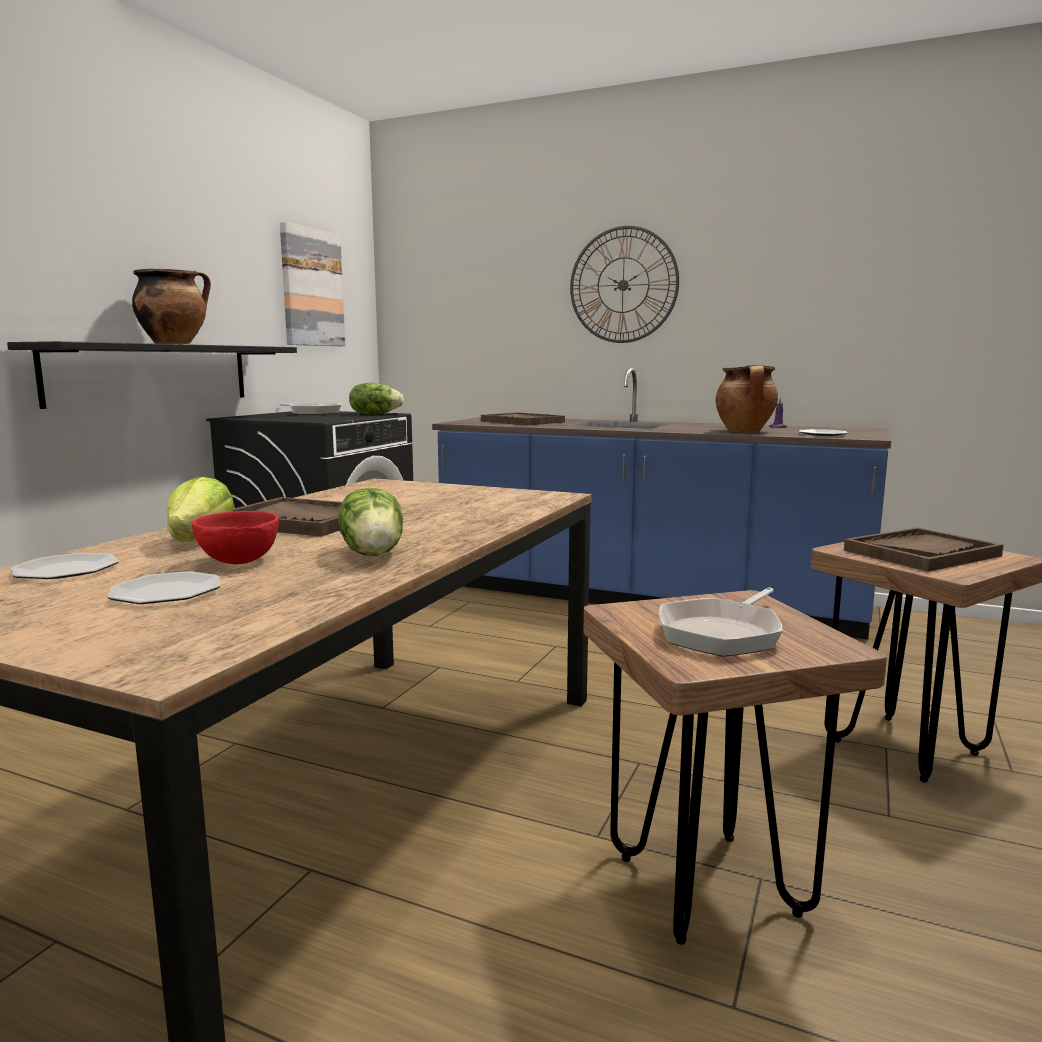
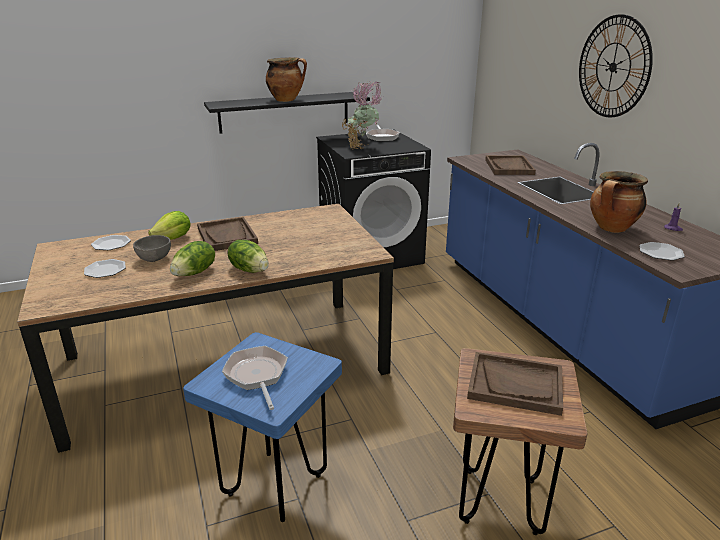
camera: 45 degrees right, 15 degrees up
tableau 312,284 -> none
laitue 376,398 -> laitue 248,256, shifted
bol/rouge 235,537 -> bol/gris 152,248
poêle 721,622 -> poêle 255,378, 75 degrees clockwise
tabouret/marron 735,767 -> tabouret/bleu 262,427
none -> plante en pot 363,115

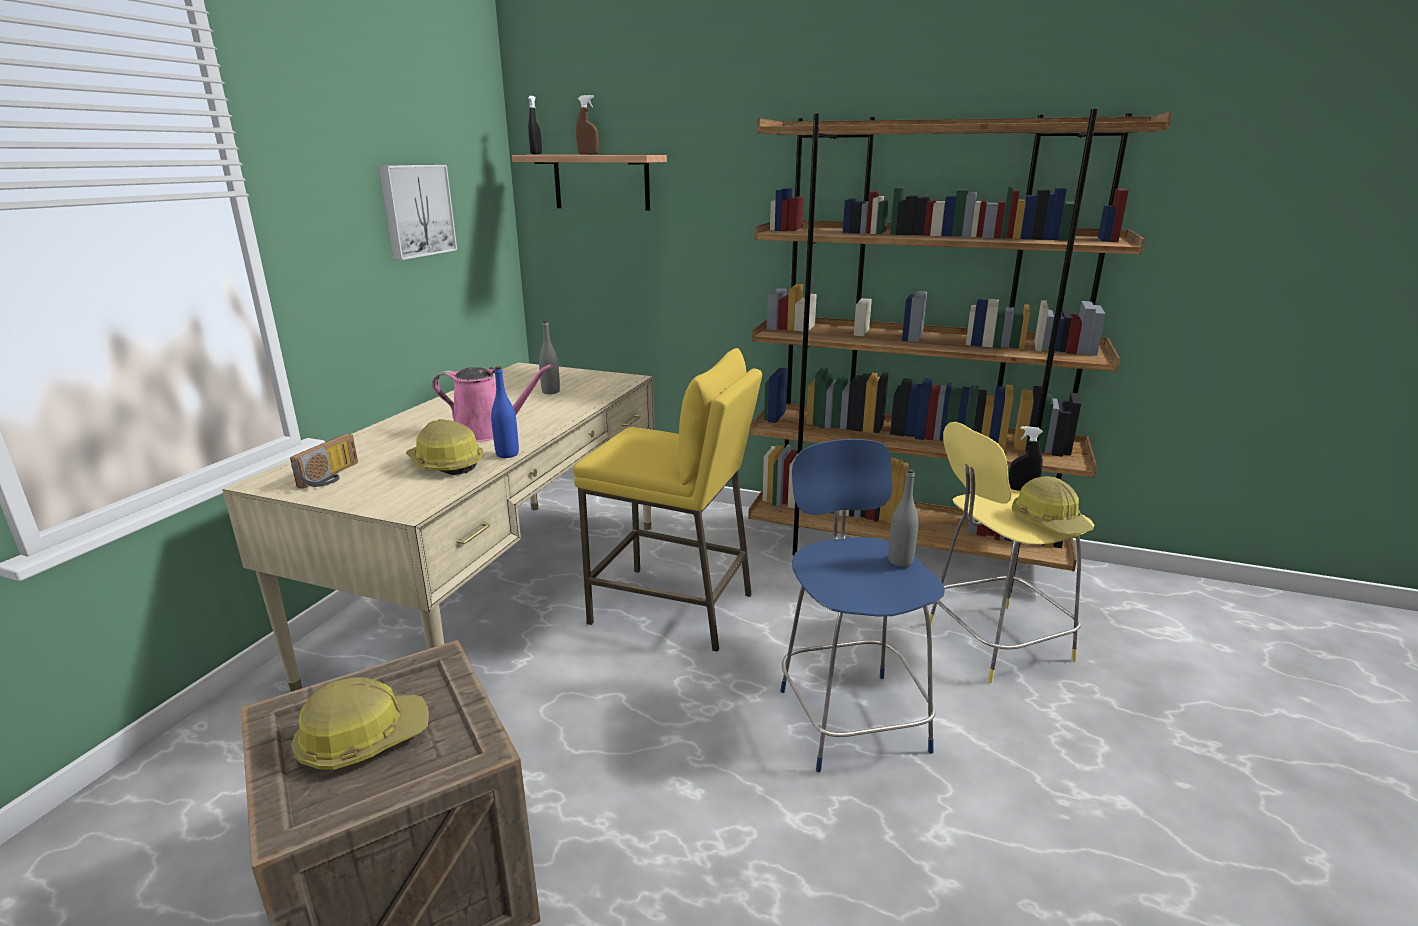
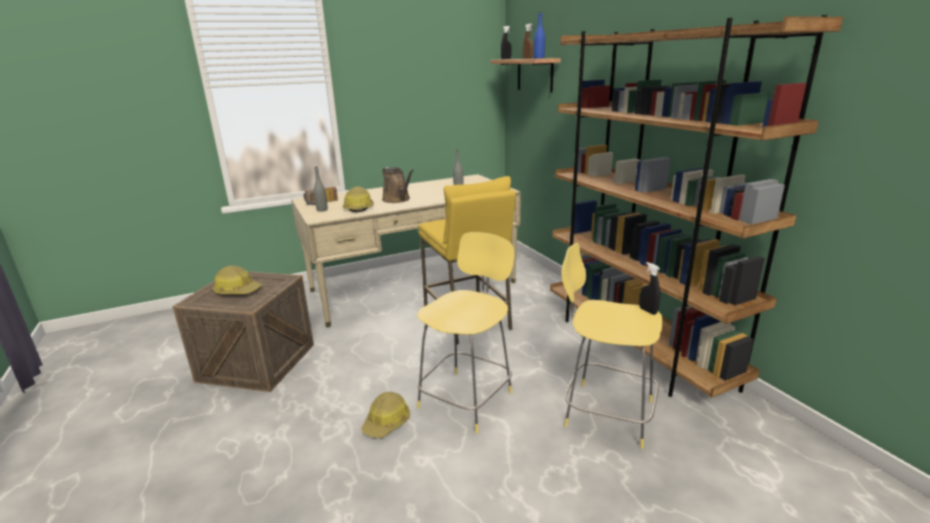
camera: 45 degrees right, 0 degrees up
tableau 418,212 -> none
arrosoir/rose 492,403 -> arrosoir/marron 398,185
bouteille/bleu 505,412 -> bouteille/bleu 539,35, shifted
tabouret/bleu 862,605 -> tabouret/jaune 465,332
bouteille/gris 903,518 -> bouteille/gris 321,189, shifted
casque de chantier 1052,505 -> casque de chantier 385,415, shifted

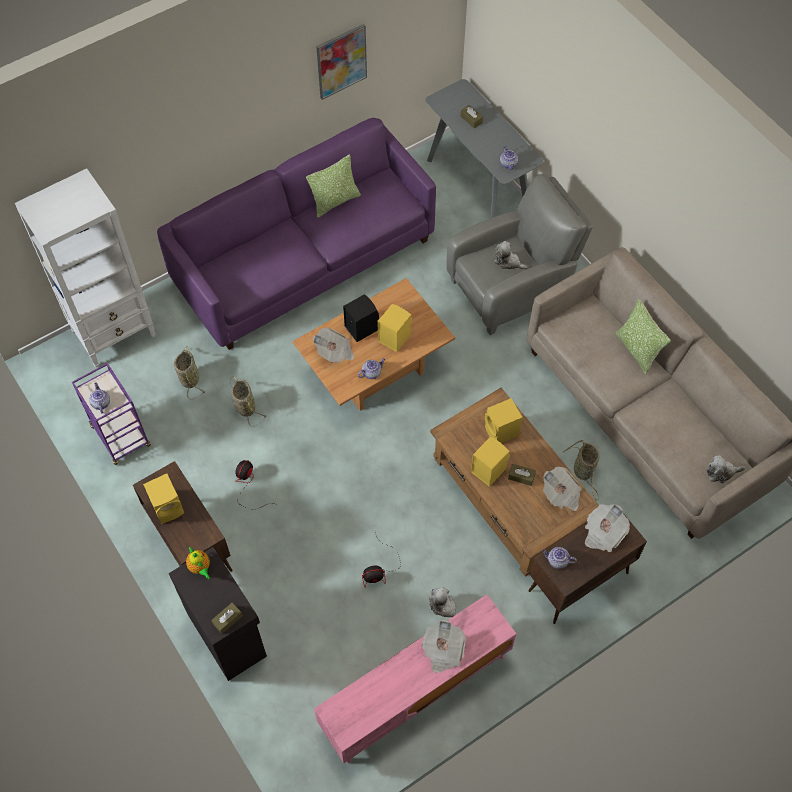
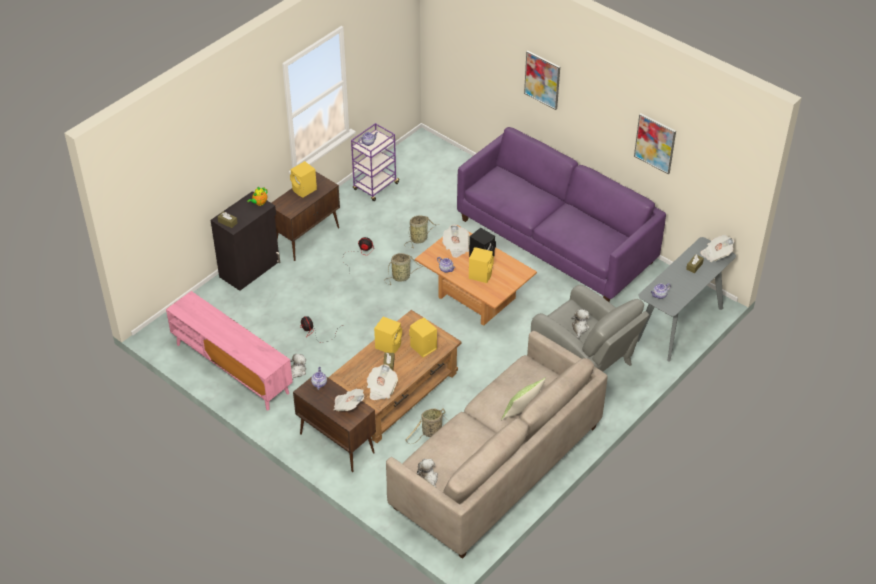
camera: 75 degrees right, 15 degrees down
coussin 333,186 -> none
bibliothèque/blanc 85,268 -> none
panier 190,373 -> panier 403,269, shifted
journal 443,646 -> journal 717,248, shifted
none -> tableau 542,80

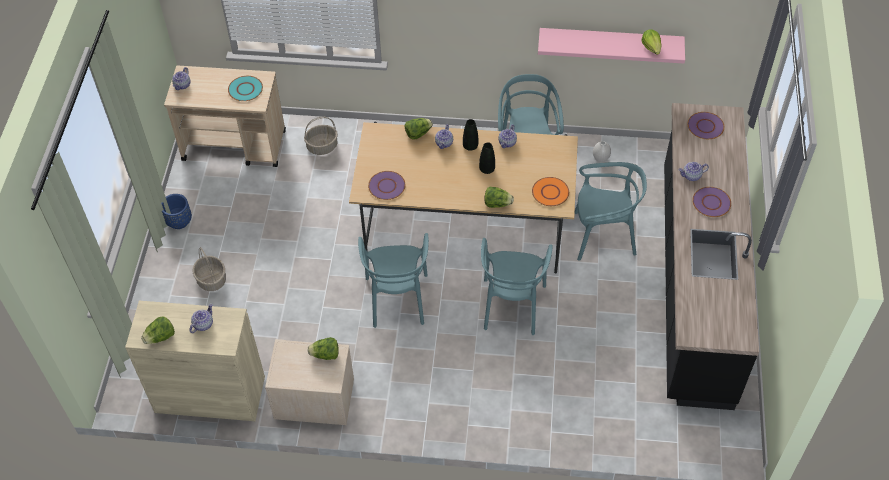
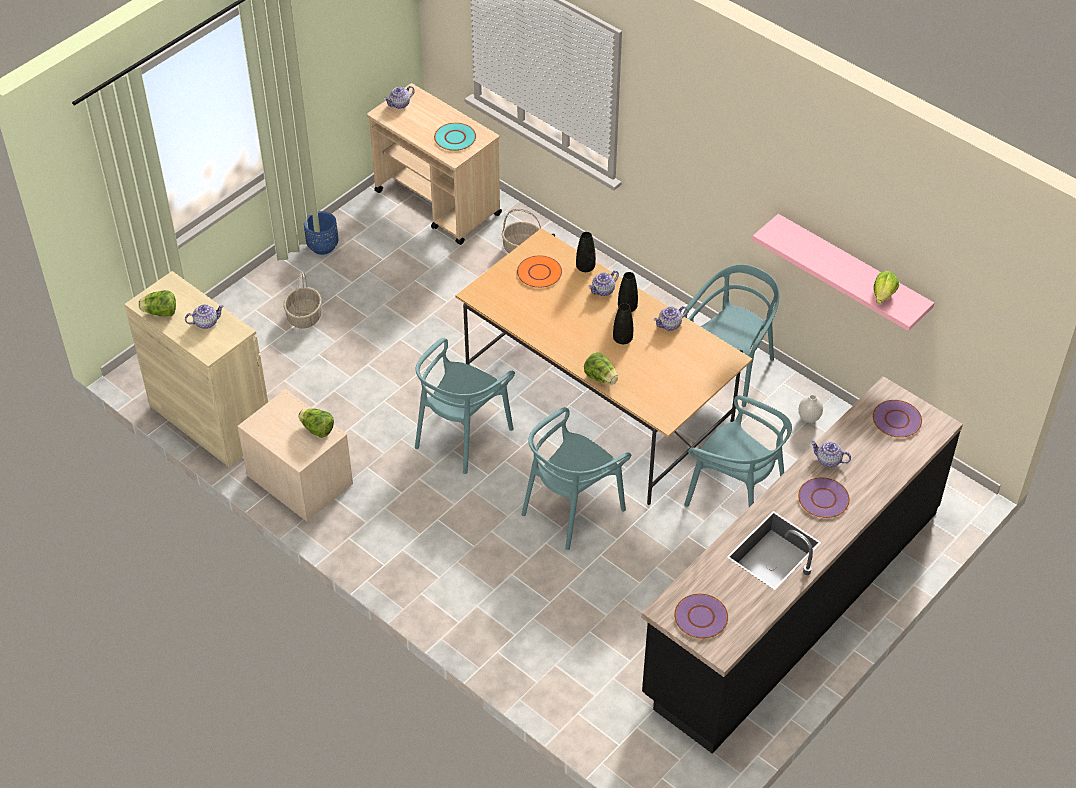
camera: 35 degrees right, 5 degrees down
laitue 419,129 -> vase/noir 586,252
assiette/violet 386,185 -> assiette/violet 701,616, shifted
assiette/orange 550,191 -> assiette/orange 539,271, shifted

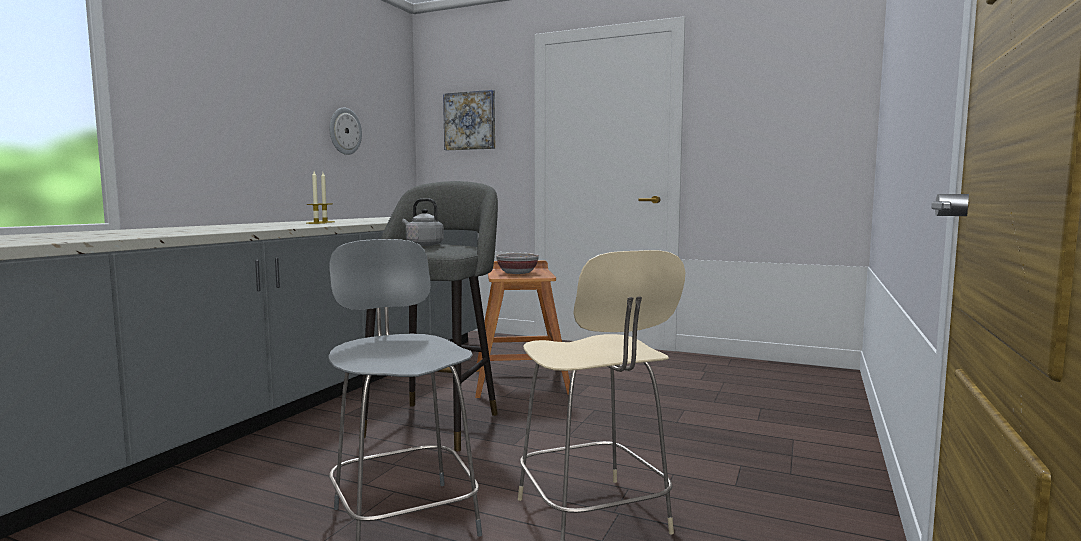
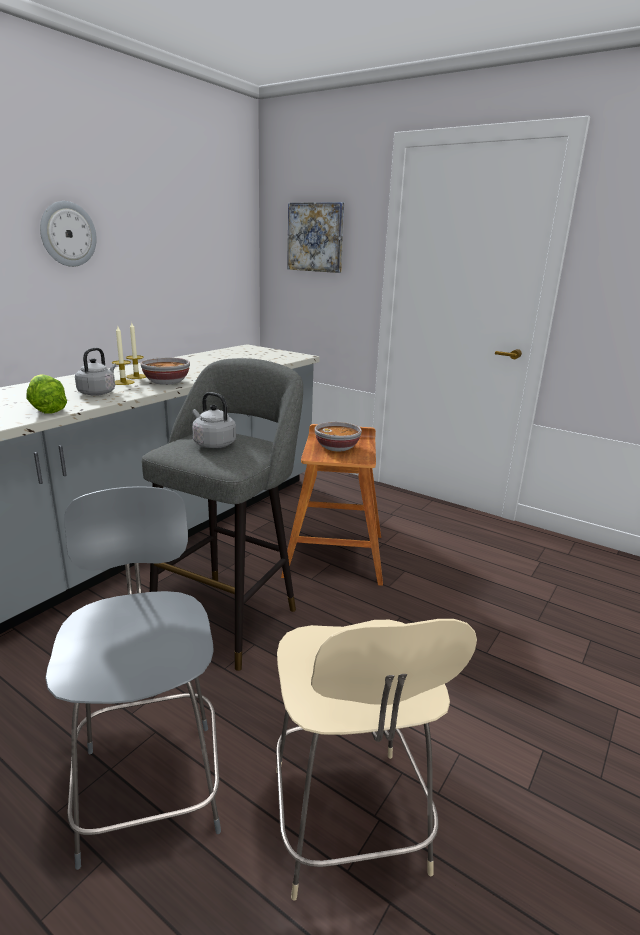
camera: 10 degrees right, 15 degrees up
horloge murale 345,131 -> horloge murale 68,234, shifted
none -> bouilloire/gris 95,372
none -> bol 165,371
none -> laitue 46,394

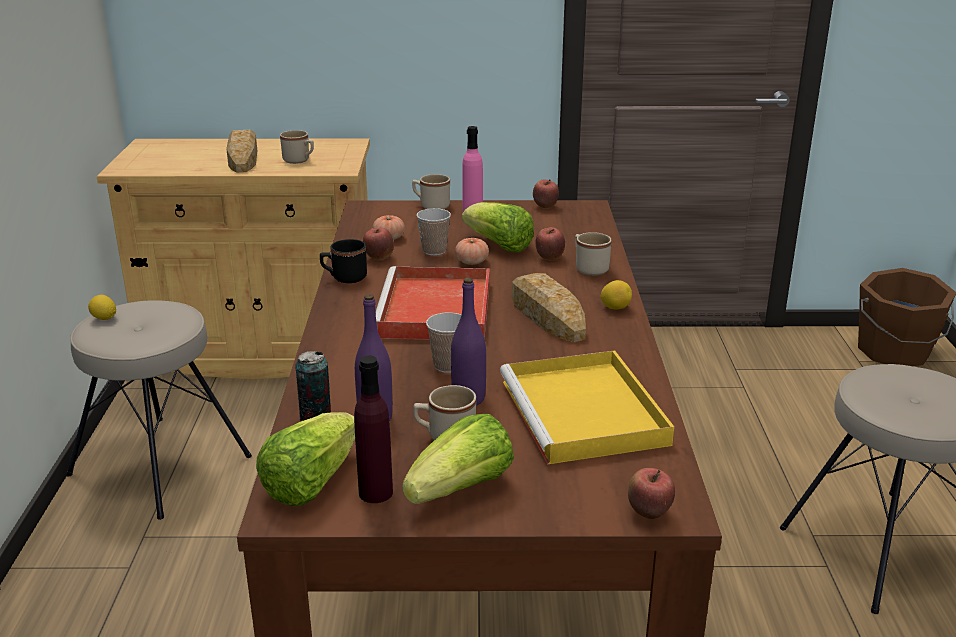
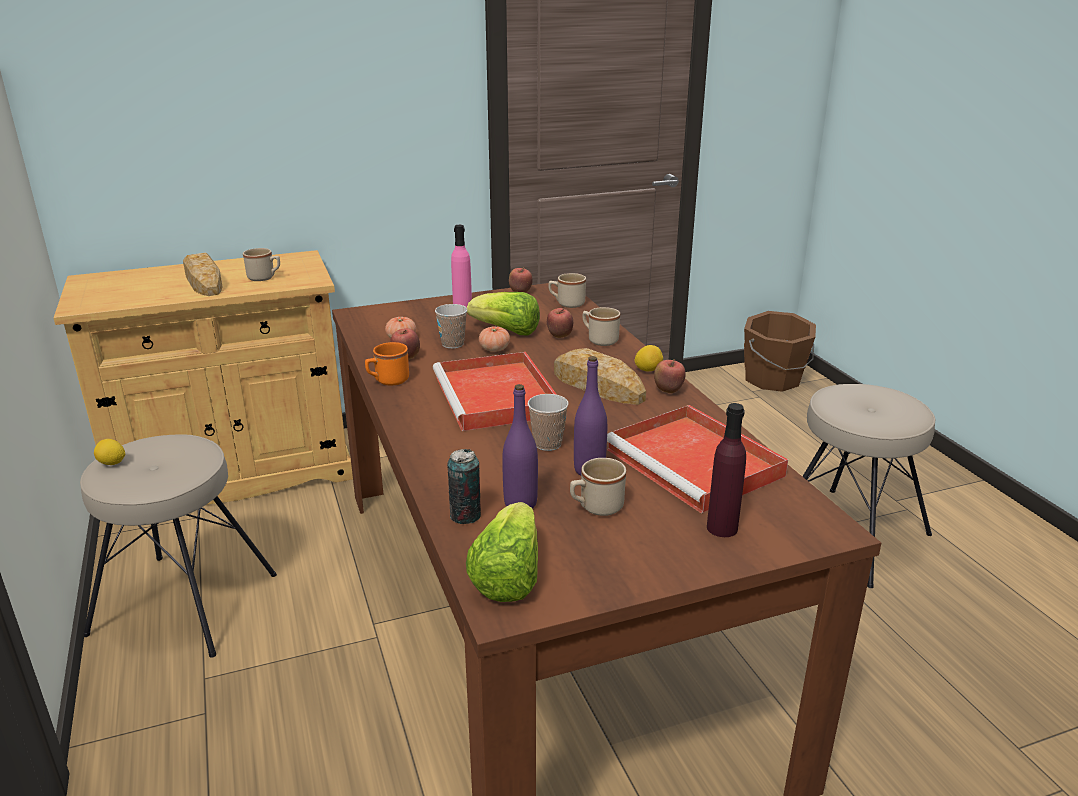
camera: 20 degrees left, 0 degrees up
mug/beige 431,191 -> mug/beige 567,290, shifted
mug/noir 343,261 -> mug/orange 387,363
plateau/jaune 587,407 -> plateau/rouge 697,459
bouteille/violet 373,429 -> bouteille/violet 726,470, shifted
laitue 458,459 -> none
pomme 651,493 -> pomme 670,376, shifted

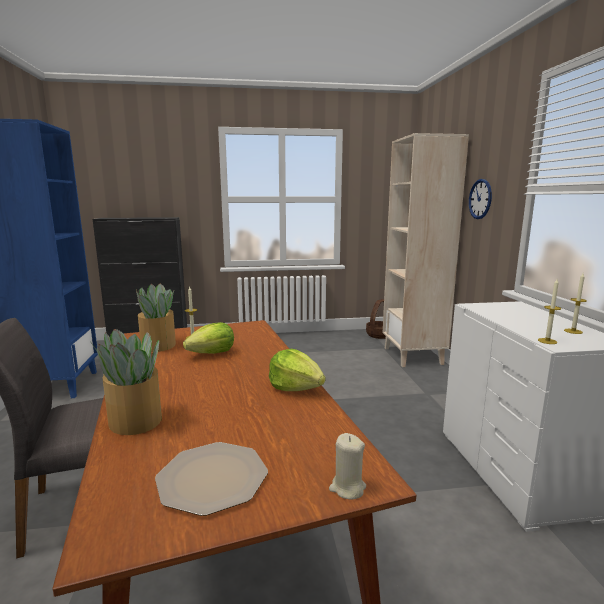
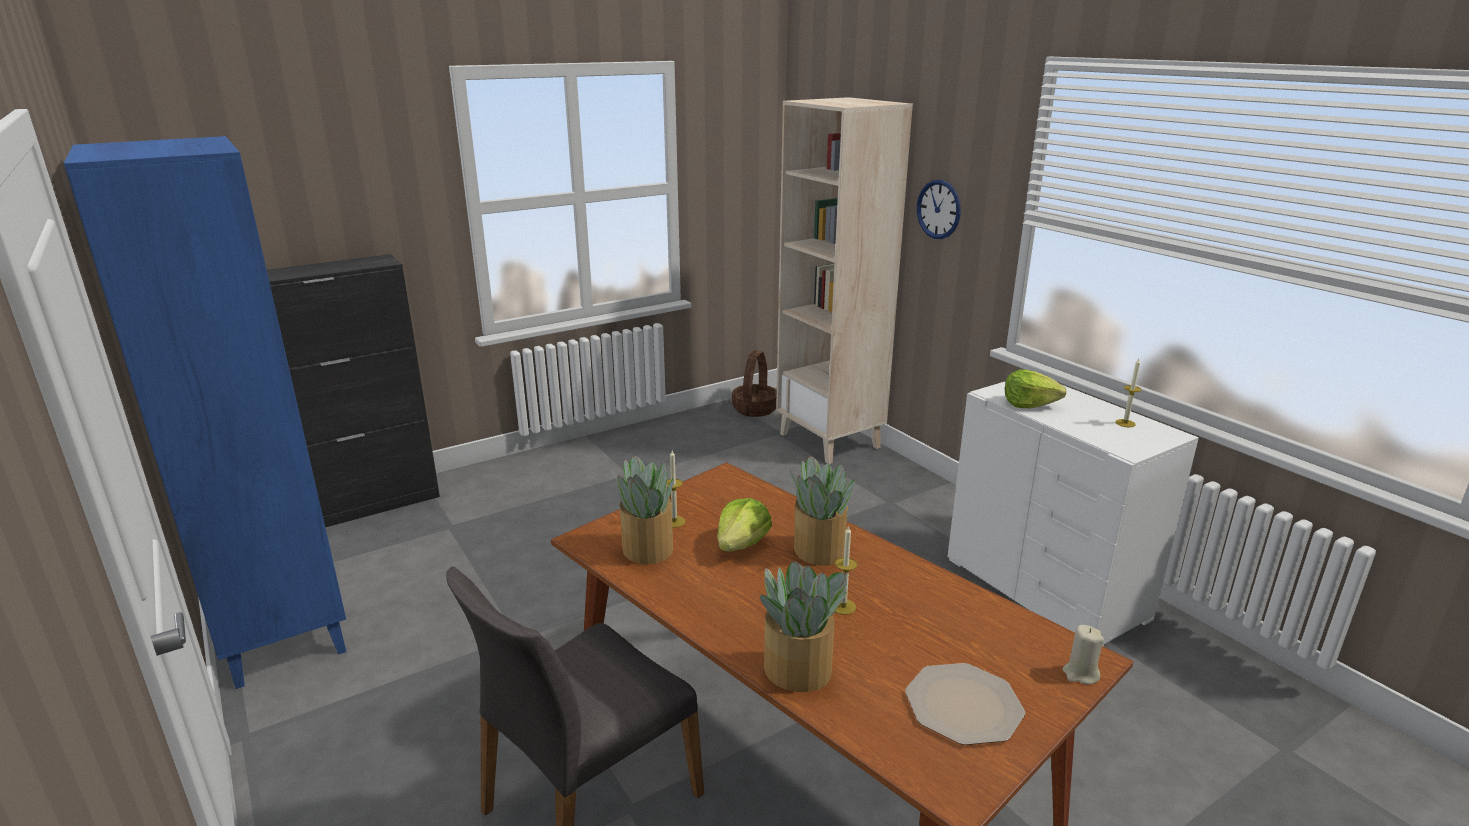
camera: 25 degrees left, 10 degrees up
bougie 549,311 -> bougie 846,570, shifted
laitue 297,370 -> laitue 1036,388, shifted
none -> plante en pot 822,511

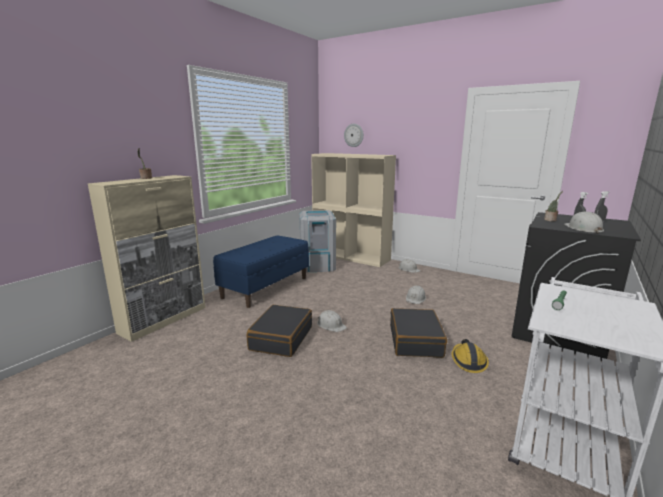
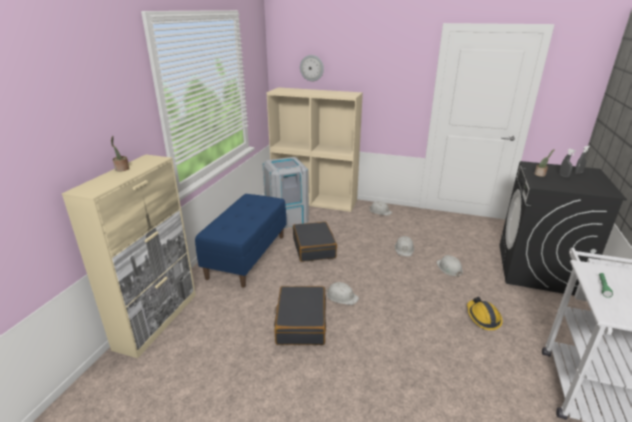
camera: 15 degrees left, 10 degrees up
casque de chantier/blanc 584,222 -> casque de chantier/blanc 449,266, shifted
valise/noir 418,333 -> valise/noir 315,242, shifted

